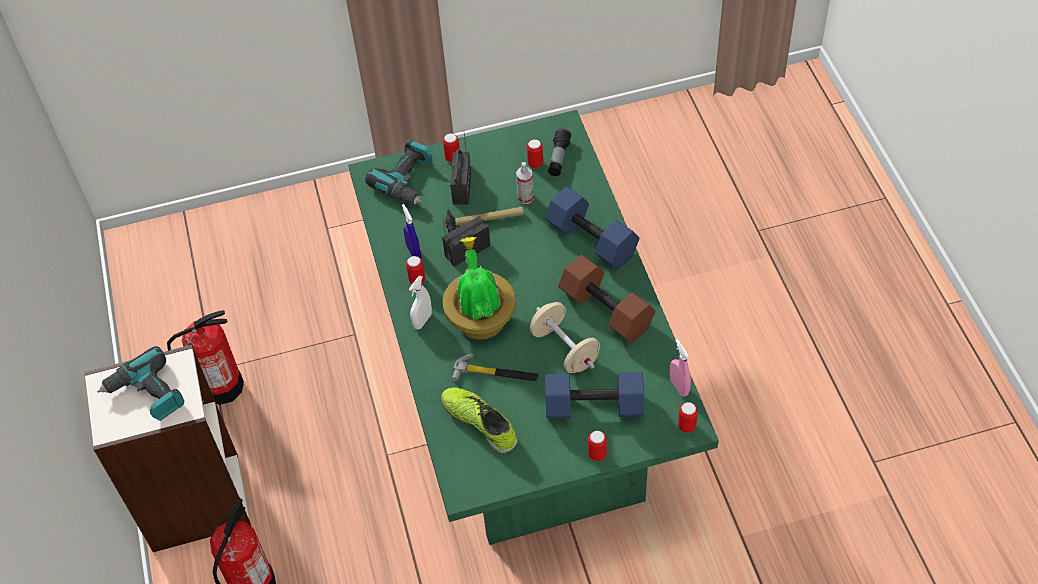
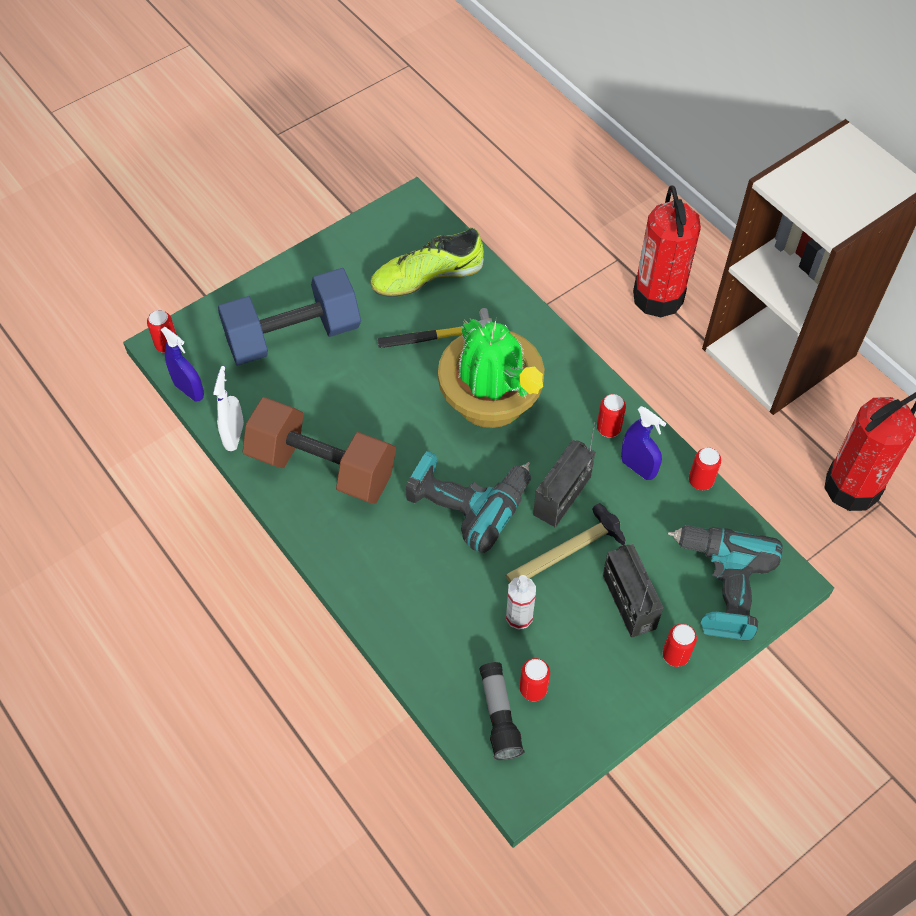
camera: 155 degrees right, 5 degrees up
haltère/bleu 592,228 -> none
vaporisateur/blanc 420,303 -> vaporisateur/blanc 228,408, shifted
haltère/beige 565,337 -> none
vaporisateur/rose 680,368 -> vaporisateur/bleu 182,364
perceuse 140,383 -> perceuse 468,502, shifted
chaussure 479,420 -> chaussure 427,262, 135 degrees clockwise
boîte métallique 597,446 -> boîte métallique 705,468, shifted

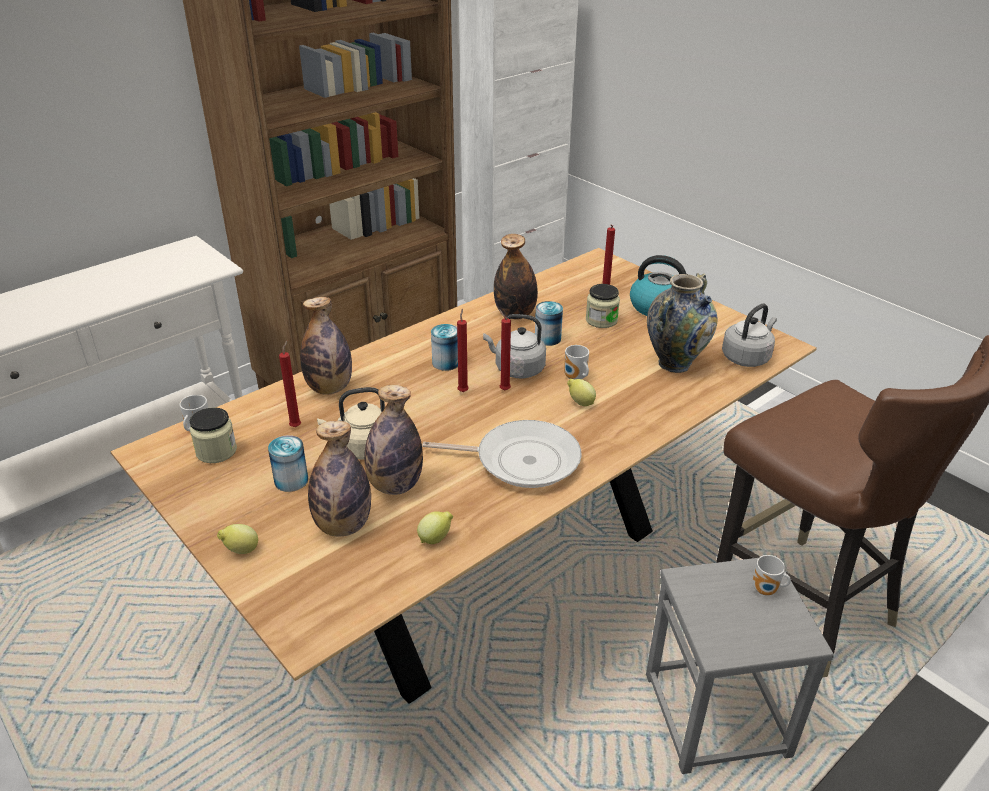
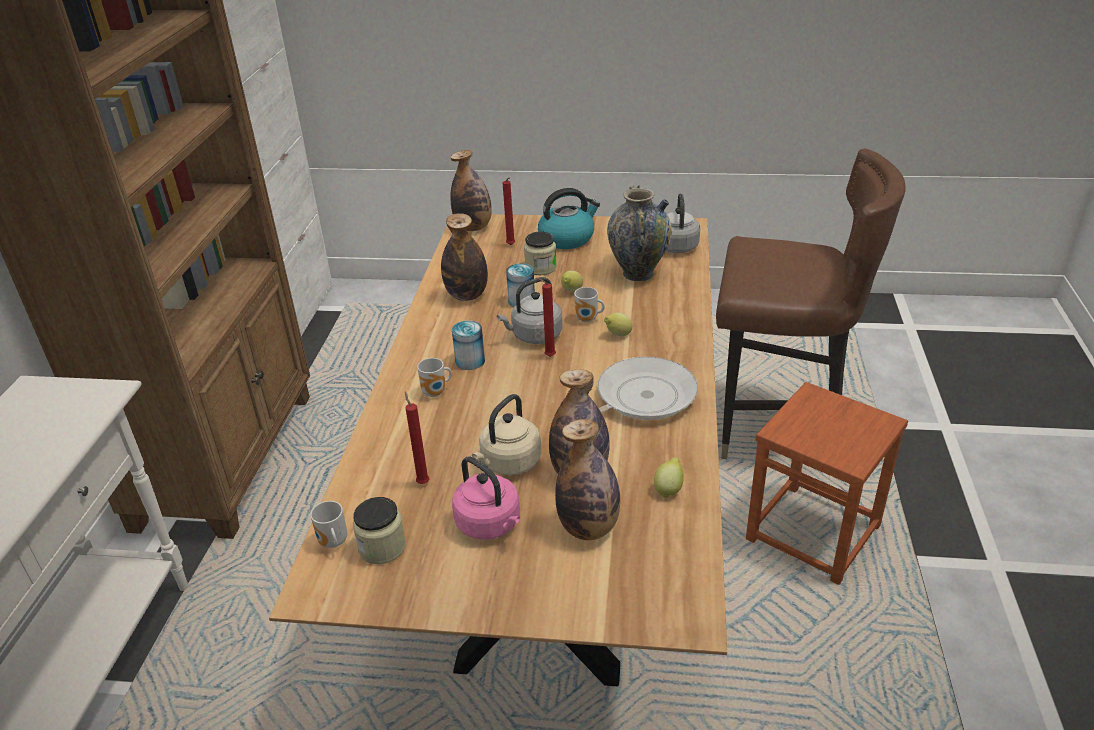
camera: 40 degrees left, 0 degrees up
bouteille 326,346 -> bouteille 471,190, shifted
bougie/rouge 463,350 -> none
boîte métallique 288,463 -> bouilloire/rose 486,498
citron 237,539 -> citron 572,281, shifted
mug 771,575 -> mug 434,377, shifted
tabouret/gris 740,665 -> tabouret/marron 827,483

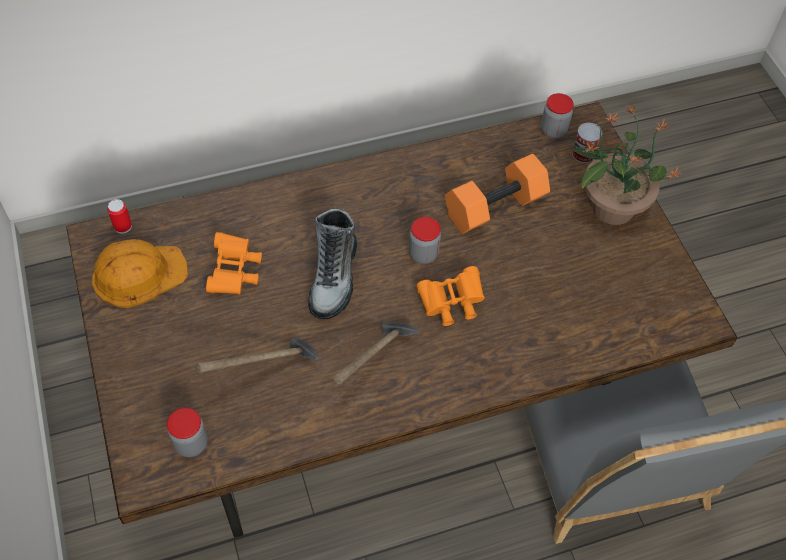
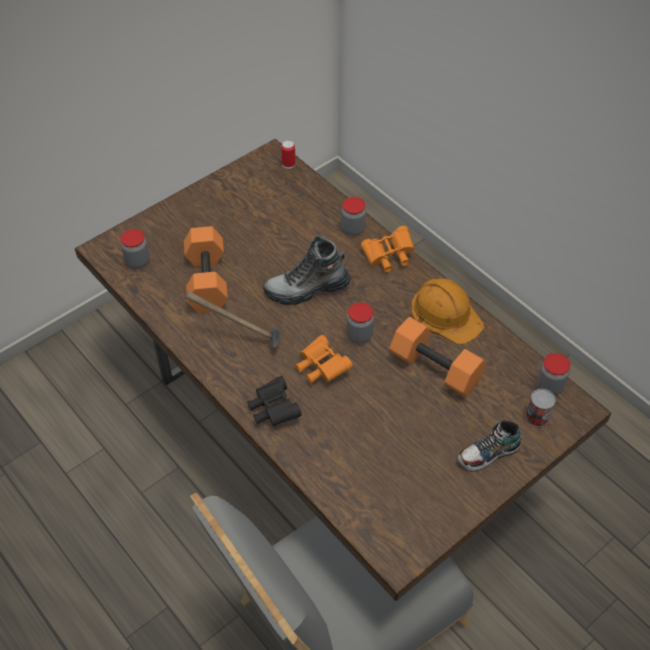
camera: 70 degrees right, 5 degrees down
plante en pot 627,164 -> chaussure 489,446
jumelles/orange 234,263 -> jumelles/orange 388,249, shifted
casque de chantier/orange 140,273 -> casque de chantier/orange 447,312, shifted
marteau 257,355 -> haltère/orange 206,269
none -> bocal 353,216
none -> jumelles/noir 274,401

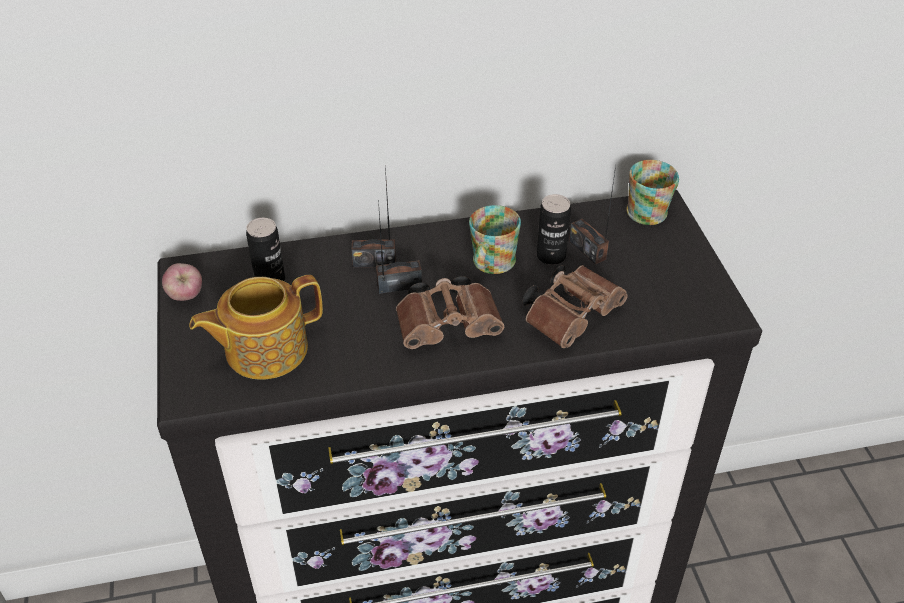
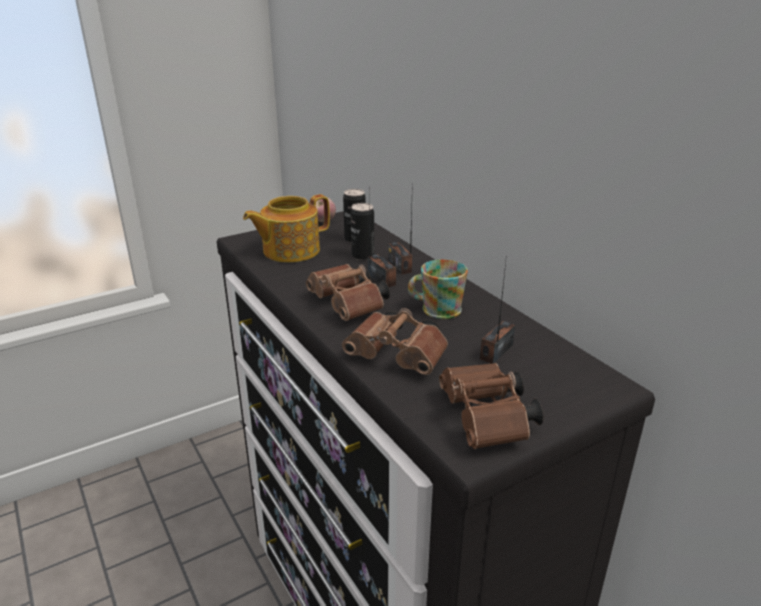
camera: 70 degrees right, 15 degrees down
mug 653,192 -> none
boîte métallique 554,229 -> boîte métallique 362,231, shifted
théière 256,327 -> théière 286,228, 75 degrees counterclockwise
none -> jumelles/marron 491,406

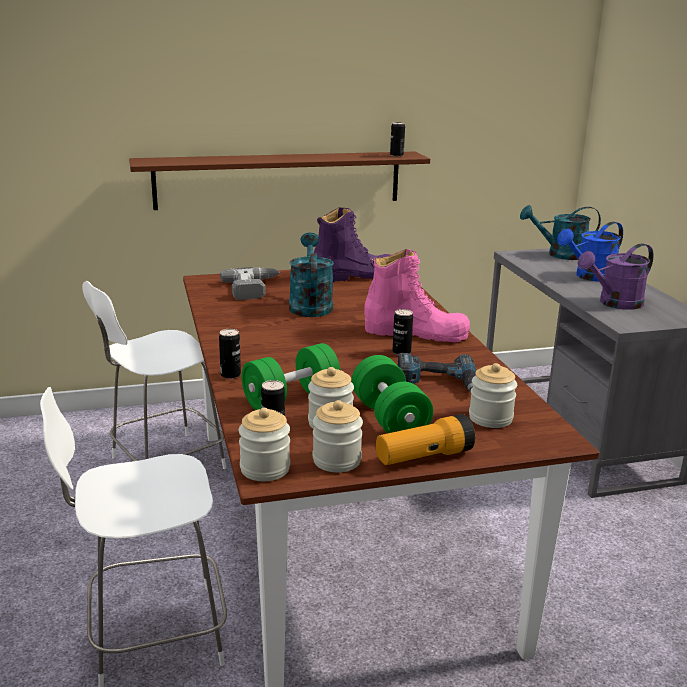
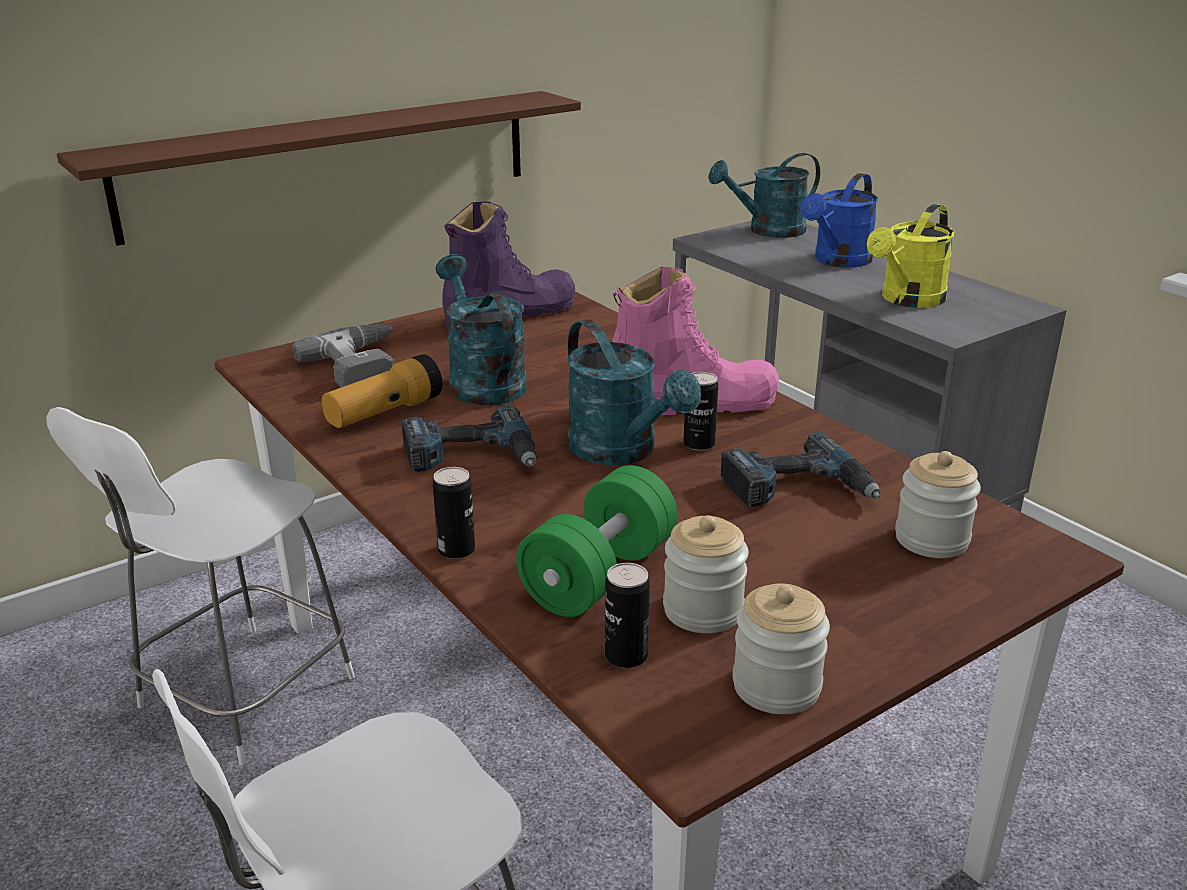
camera: 20 degrees left, 5 degrees up
boîte métallique 397,139 -> none
arrosoir/violet 616,276 -> arrosoir/jaune 911,256
haltère/vert 392,394 -> none
bocal 264,444 -> none
lampe de poche 425,439 -> lampe de poche 382,391, shifted
none -> arrosoir/turquoise 634,392
none -> perceuse 469,438

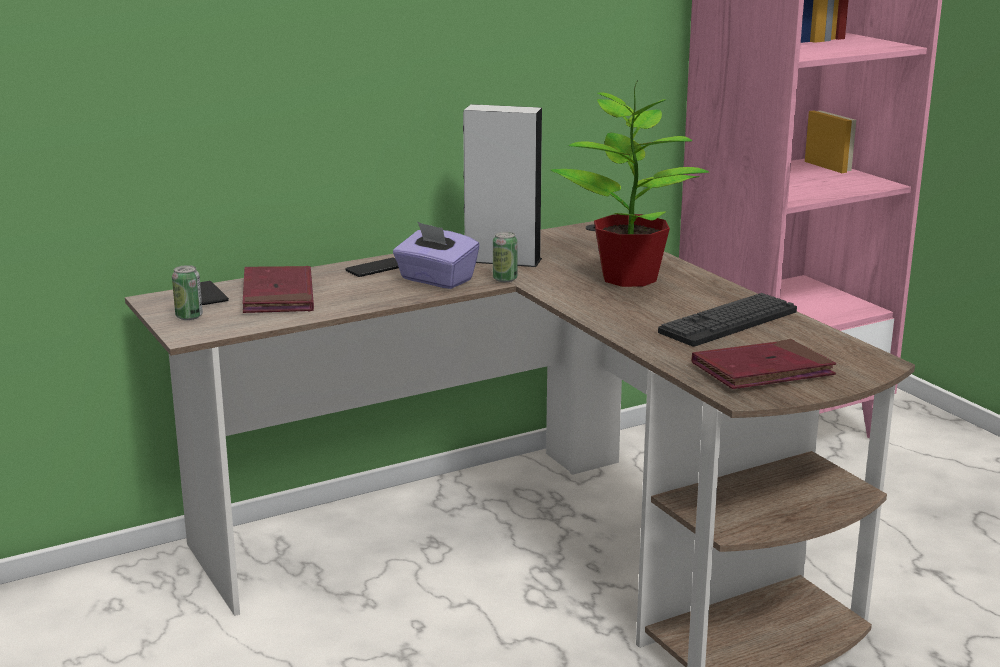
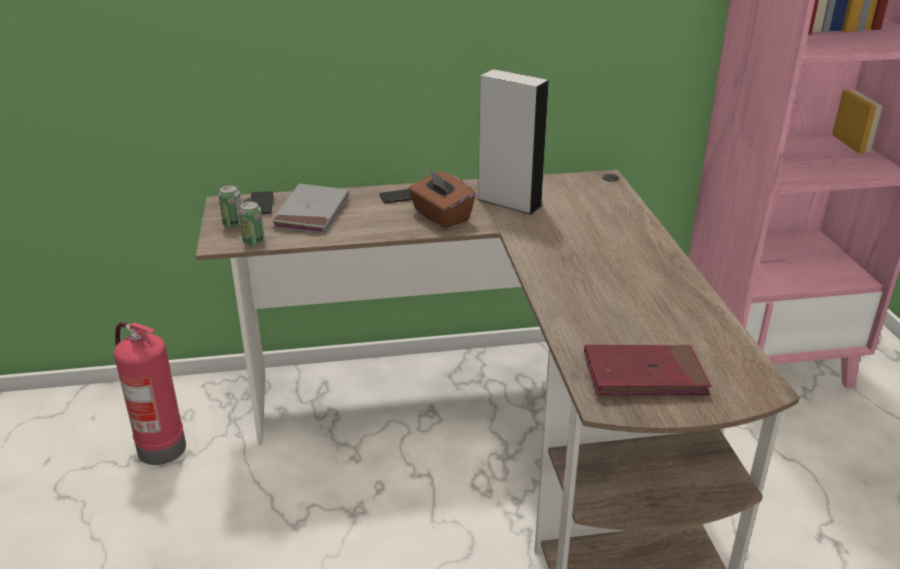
camera: 20 degrees right, 10 degrees up
plante en pot 630,183 -> none
boîte à mouchoirs/violet 436,255 -> boîte à mouchoirs/marron 441,198
boîte métallique 505,257 -> boîte métallique 252,223, shifted
livre/rouge 278,289 -> livre/gris 310,209
clavier 727,320 -> none
none -> extincteur 150,393

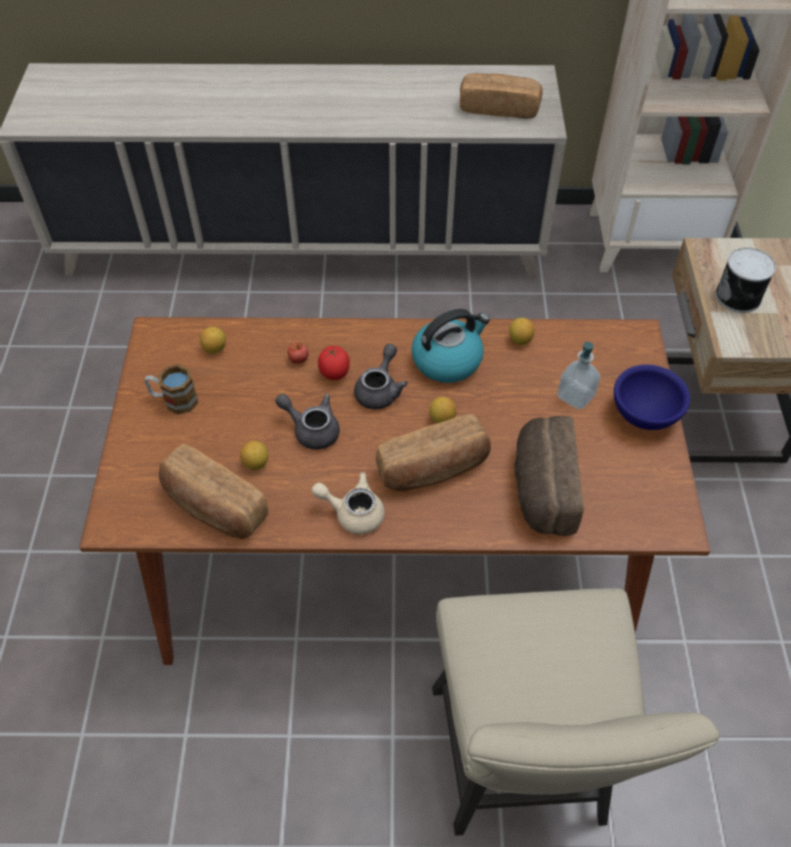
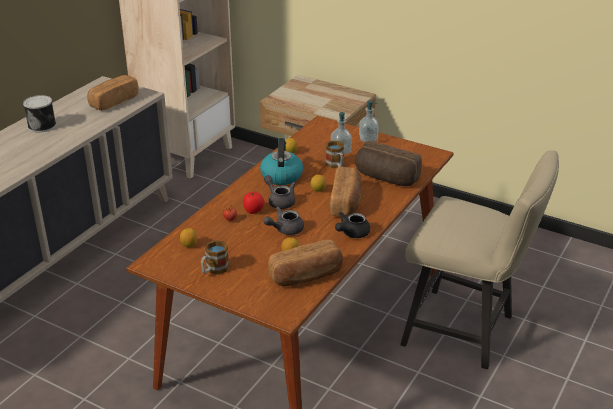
camera: 60 degrees left, 20 degrees down
boîte métallique 745,280 -> boîte métallique 39,114, shifted
bol/bleu 652,397 -> distributeur de savon 369,121
théière/beige 348,503 -> théière/noir 352,224
none -> mug 335,154

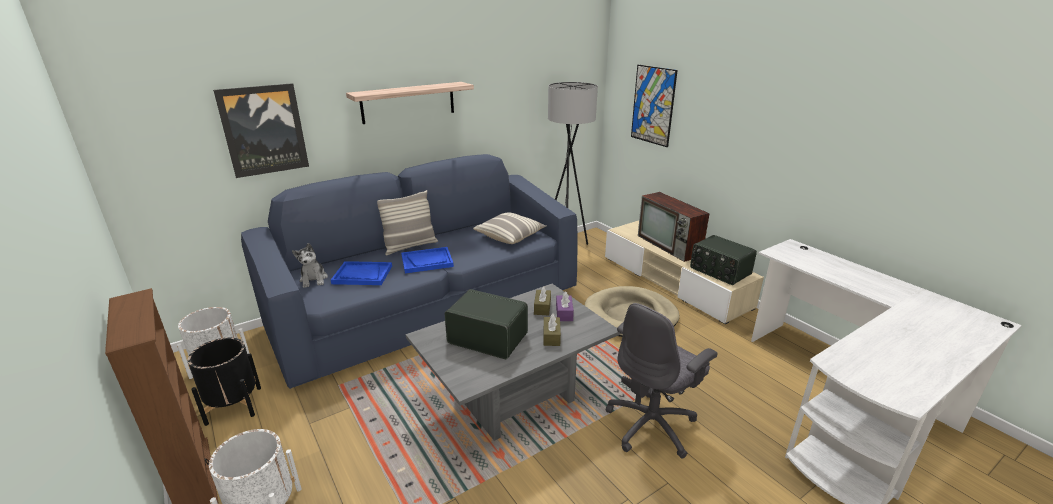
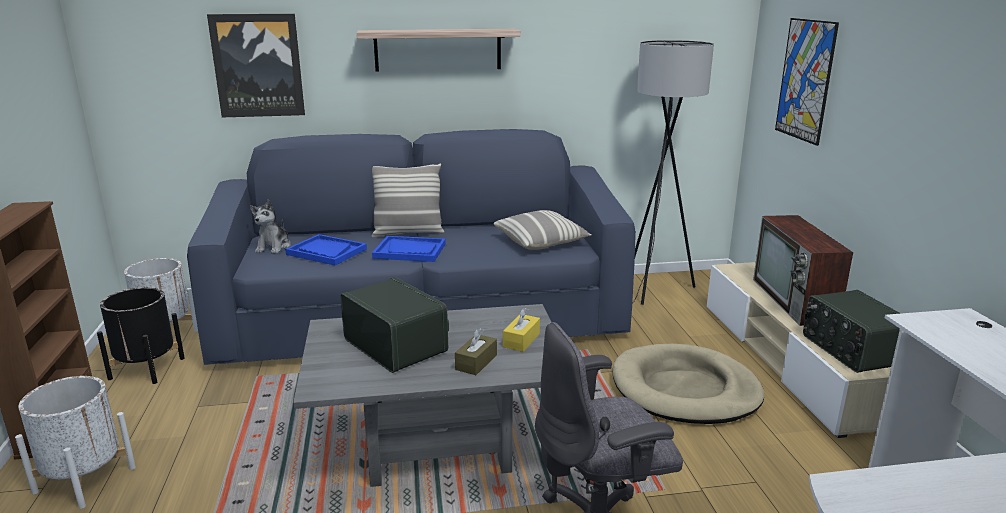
camera: 25 degrees right, 5 degrees down
boîte à mouchoirs/marron 542,301 -> none
boîte à mouchoirs/violet 565,306 -> boîte à mouchoirs/jaune 521,330

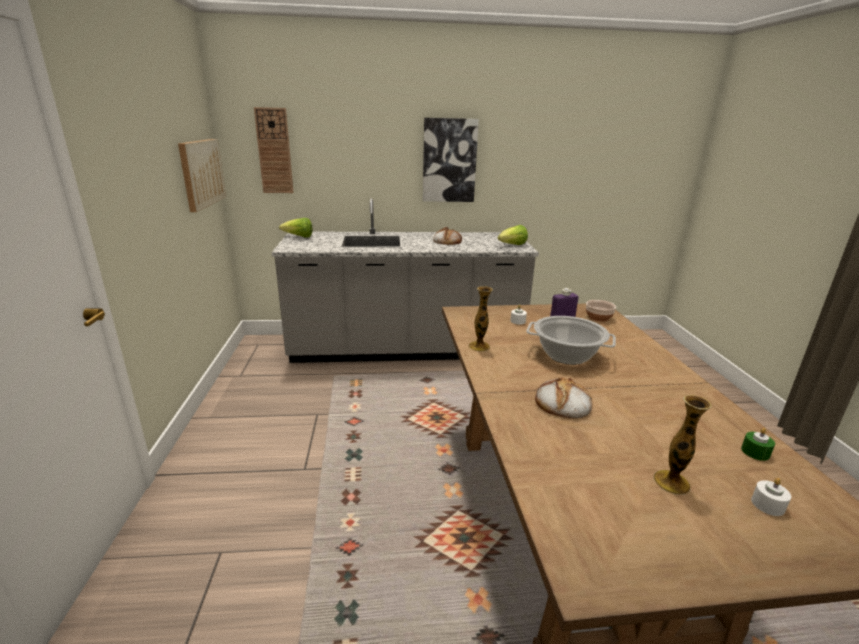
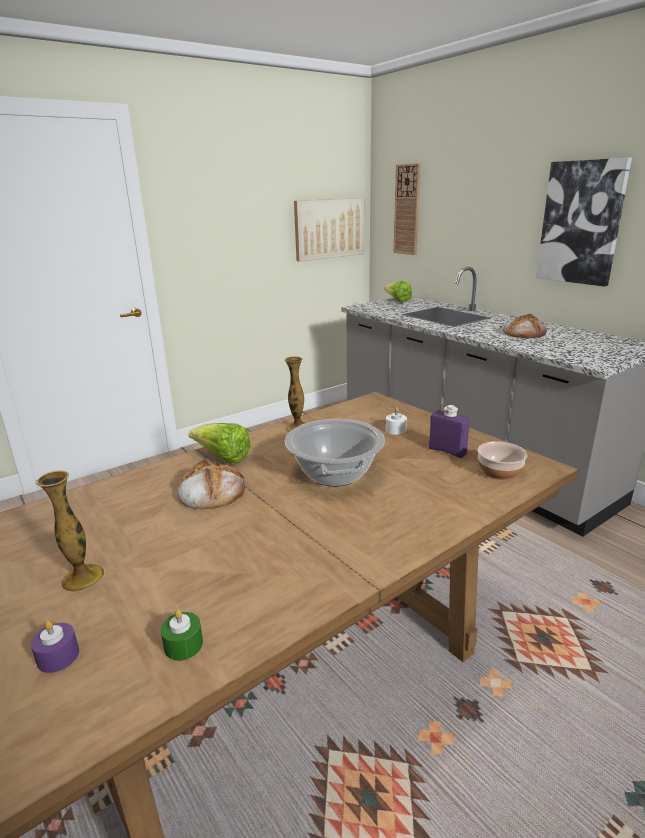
camera: 60 degrees right, 0 degrees up
laitue 513,235 -> laitue 219,443, shifted
bougie/blanc 771,497 -> bougie/violet 55,646

